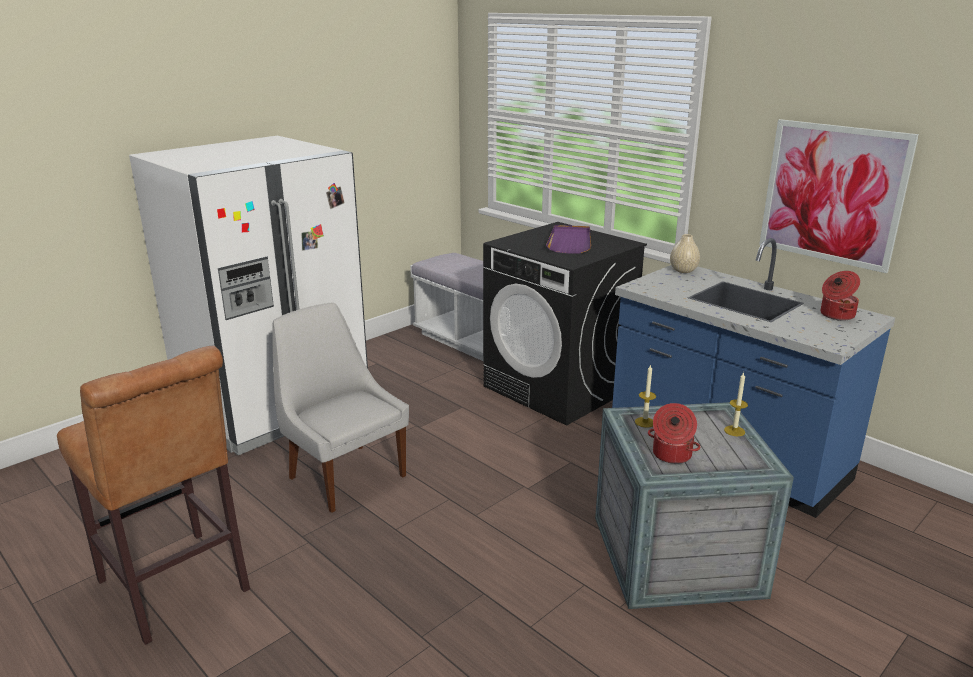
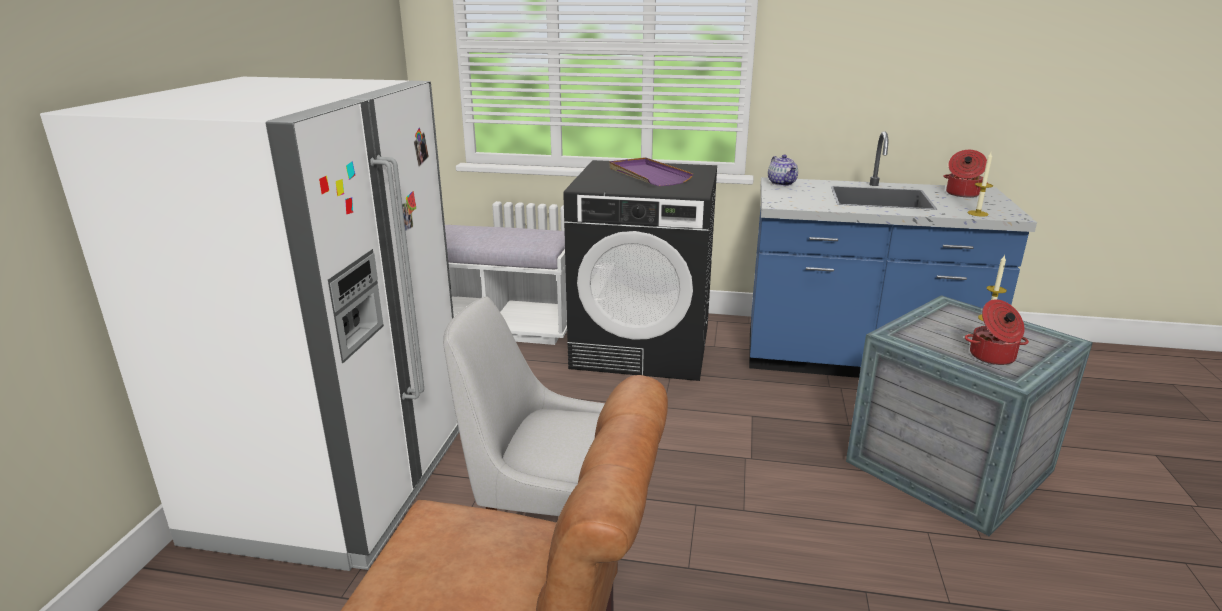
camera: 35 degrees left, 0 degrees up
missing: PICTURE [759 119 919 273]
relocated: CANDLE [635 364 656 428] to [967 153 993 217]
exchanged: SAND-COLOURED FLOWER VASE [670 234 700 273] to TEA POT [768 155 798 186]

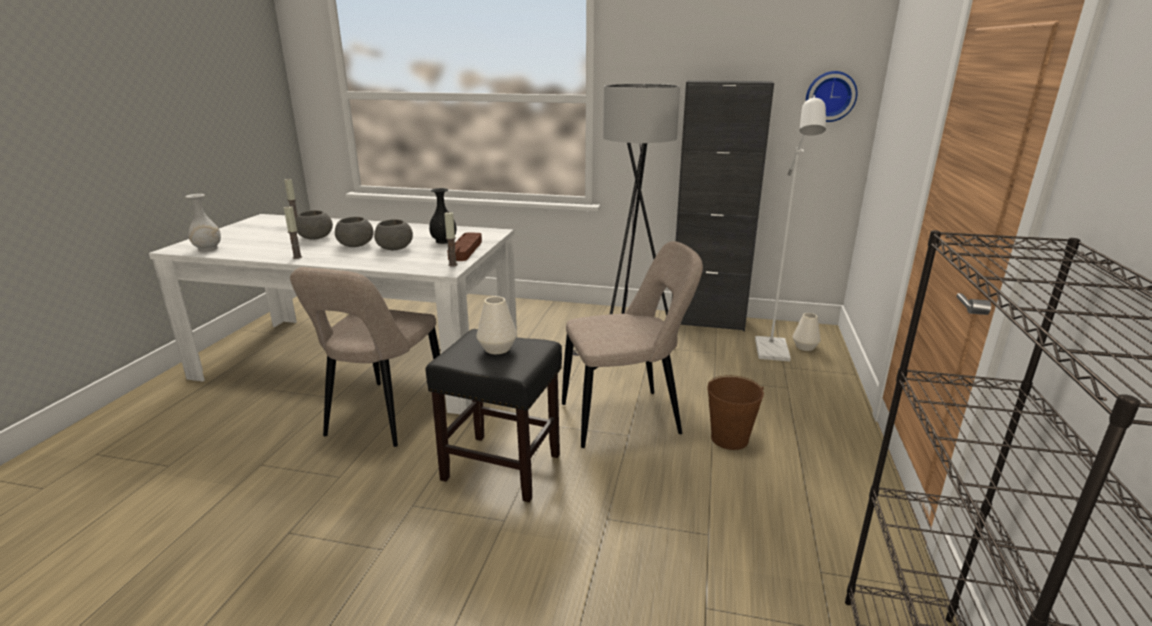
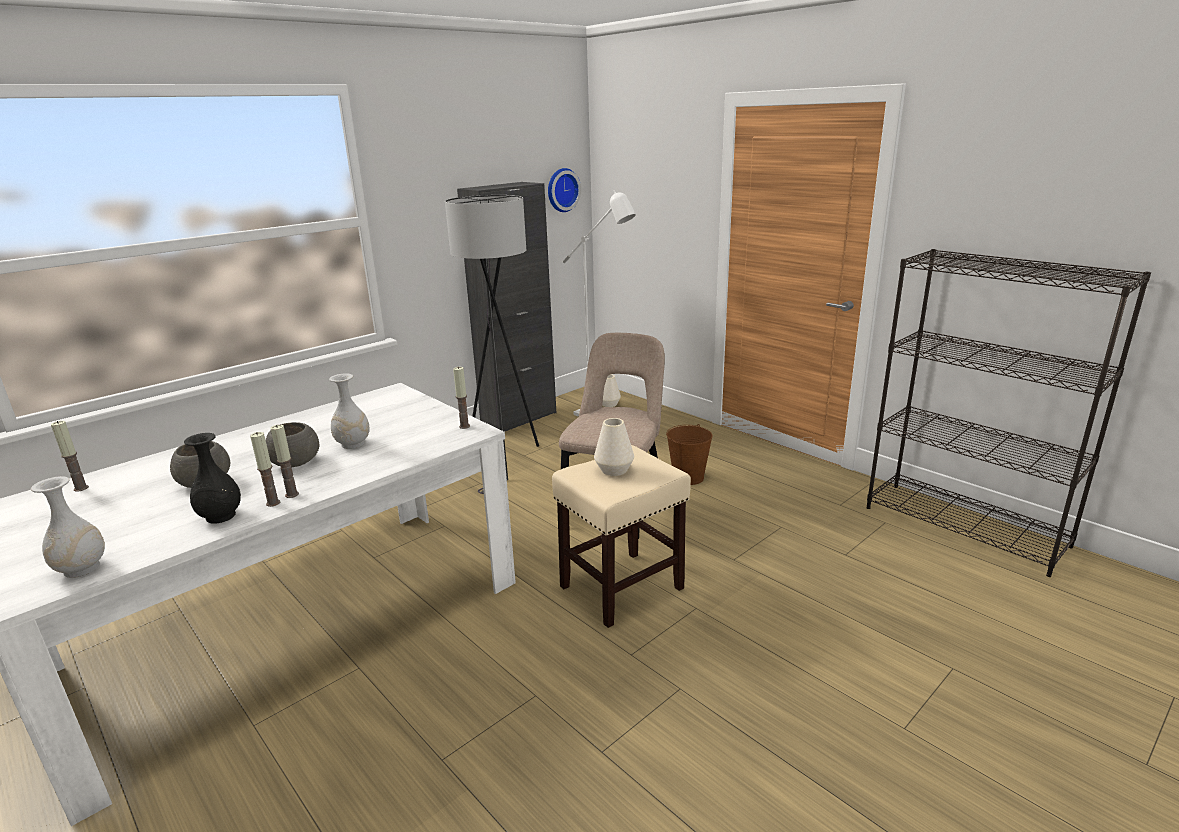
camera: 55 degrees left, 0 degrees up
missing: SAND-COLOURED CHAIR [290 267 440 447]; BROWN-COLOURED CARRYING TRAY [447 232 482 261]
appeared: CANDLE [270 425 299 498]
relocated: BLACK FLOWER VASE [429 188 456 244] to [184 433 241 524]
exchanged: GREY SERVING BOWL [374 219 413 250] to WHITE-COLOURED FLOWER VASE [329 374 370 449]
colour: BLACK SITTING STOOL [425 329 562 502] to SAND-COLOURED SITTING STOOL [552 445 691 628]

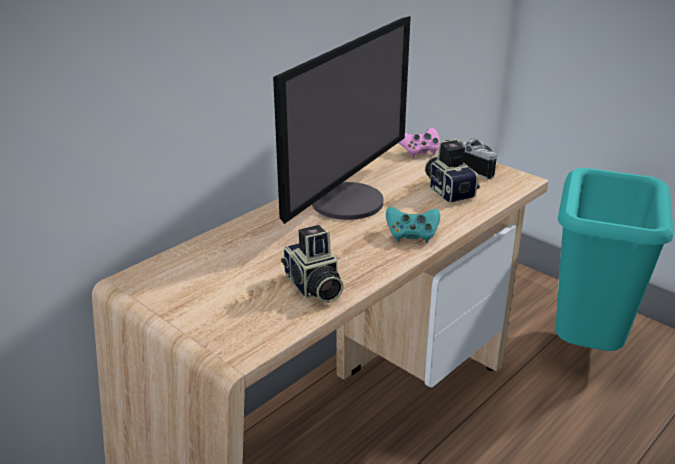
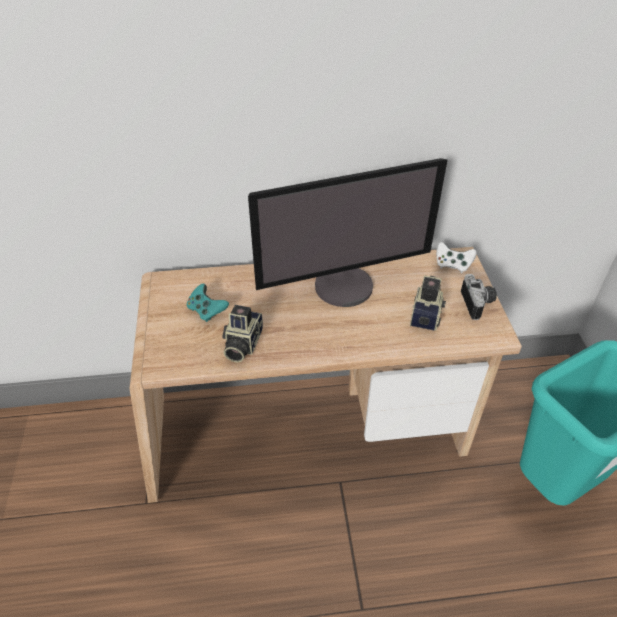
camera: 40 degrees right, 15 degrees up
relocated: TURQUOISE JOYPAD [386 207 440 243] to [187 283 229 322]
colour: PINKISH JOYPAD [399 128 440 158] to WHITE-COLOURED JOYPAD [436 242 477 273]

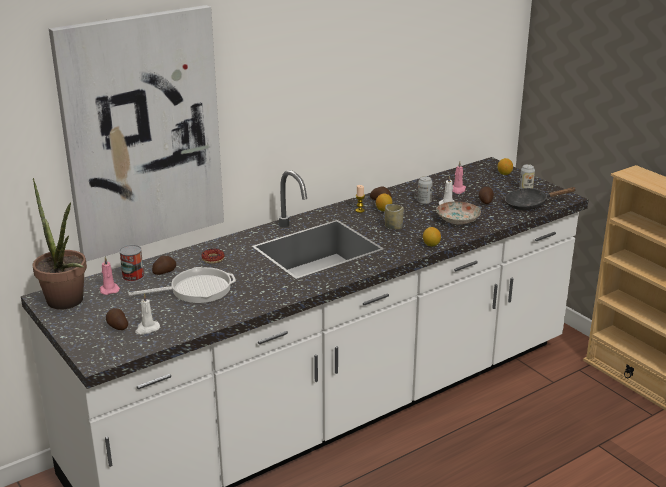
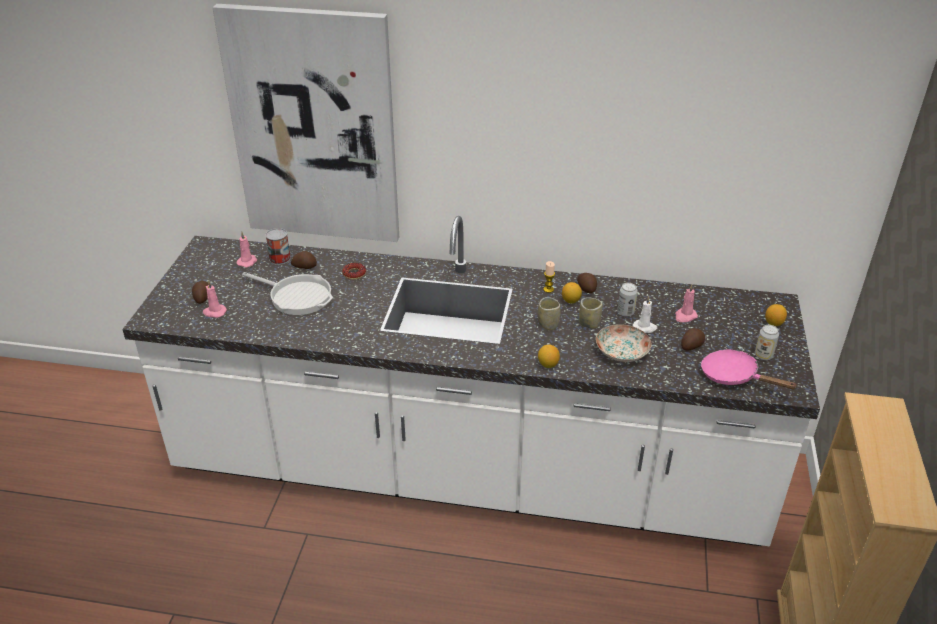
camera: 45 degrees right, 10 degrees up
missing: PLANT IN A POT [33 178 87 310]
appeared: DRINKING CUP [579 297 603 329]
colour: WHITE-COLOURED CANDLE [135 293 160 334] to PINKISH CANDLE [203 280 227 318]; BLACK FRYING PAN [505 187 575 210] to PINKISH FRYING PAN [701 350 798 389]

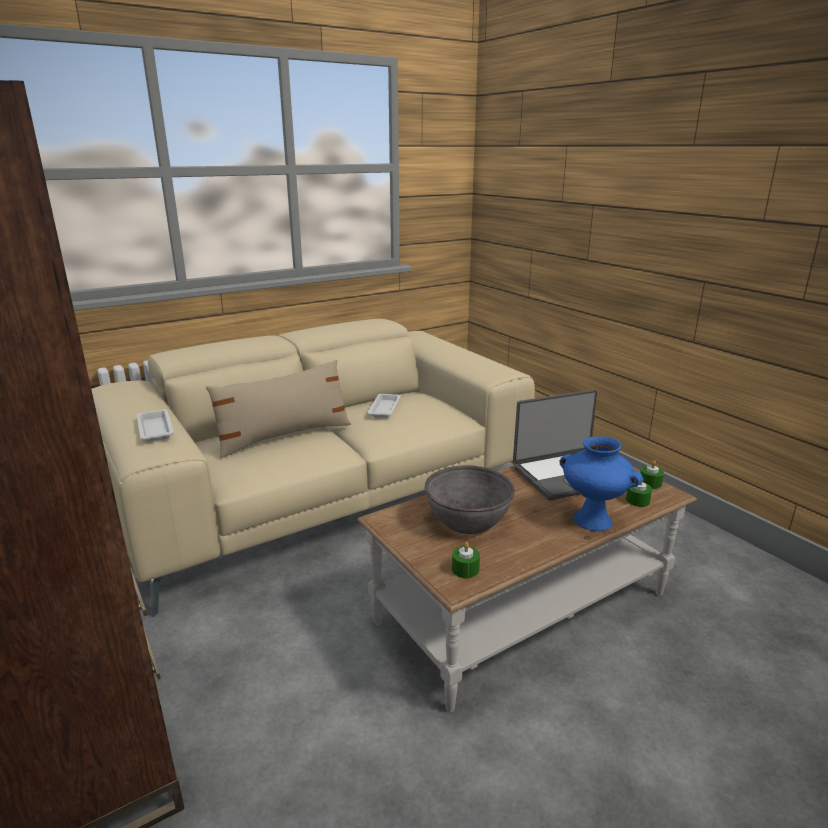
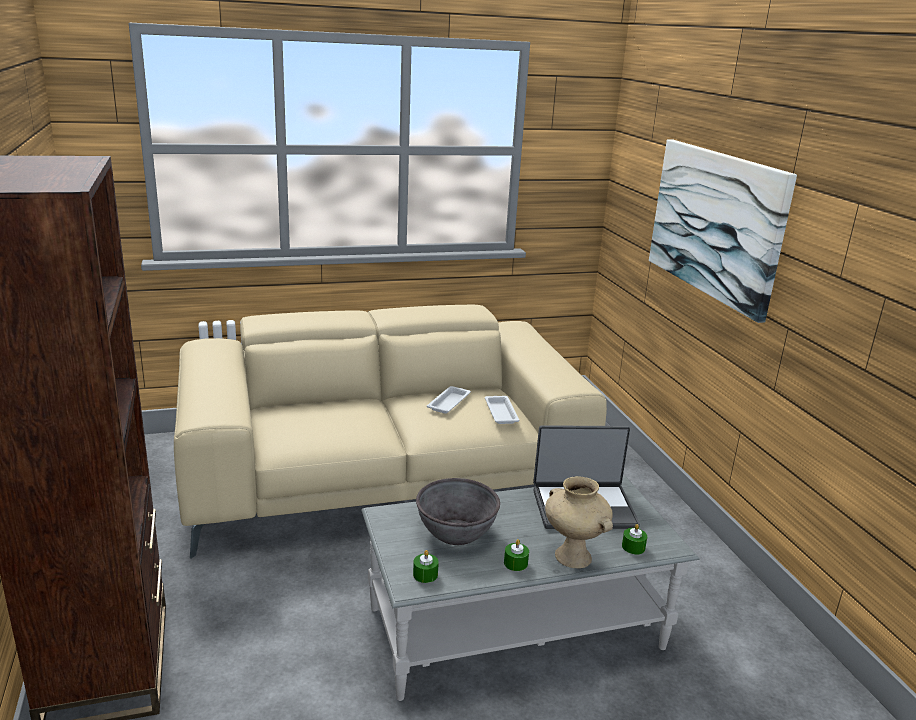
camera: 15 degrees right, 0 degrees up
missing: SAND-COLOURED THROW PILLOW [206 359 351 458]
appeared: PICTURE [649 140 797 323]
relocated: WHITE-COLOURED CARRYING TRAY [136 409 174 442] to [485 396 519 424]; GREEN-COLOURED CANDLE [640 460 664 489] to [504 539 529 571]
colour: BROWN-COLOURED LOW TABLE [357 465 697 713] to GREY LOW TABLE [361 476 699 701]; BLUISH FLOWER VASE [560 436 643 531] to SAND-COLOURED FLOWER VASE [545 476 613 568]

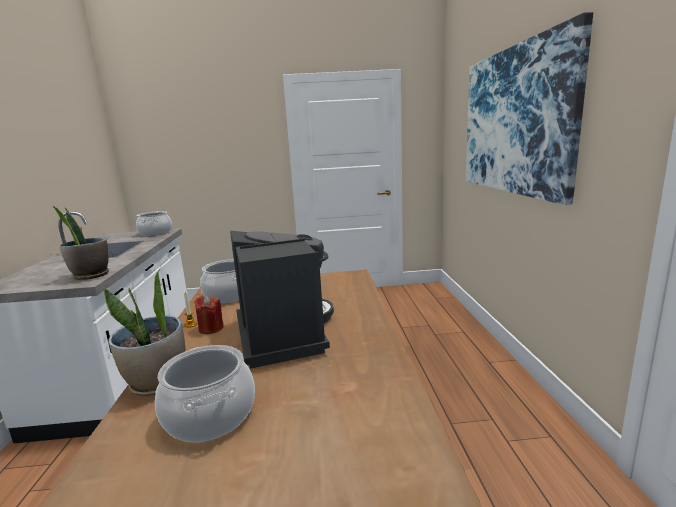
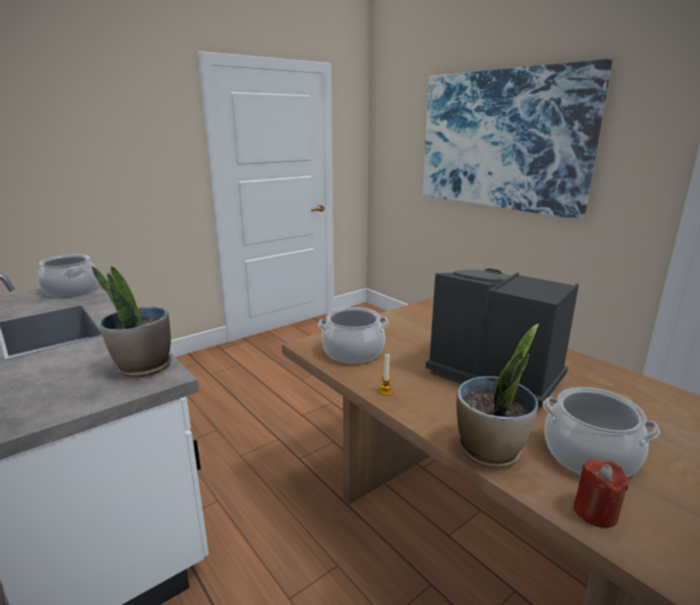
camera: 35 degrees left, 5 degrees up
relocated: REDDISH CANDLE [194 296 224 334] to [573 459 629 528]

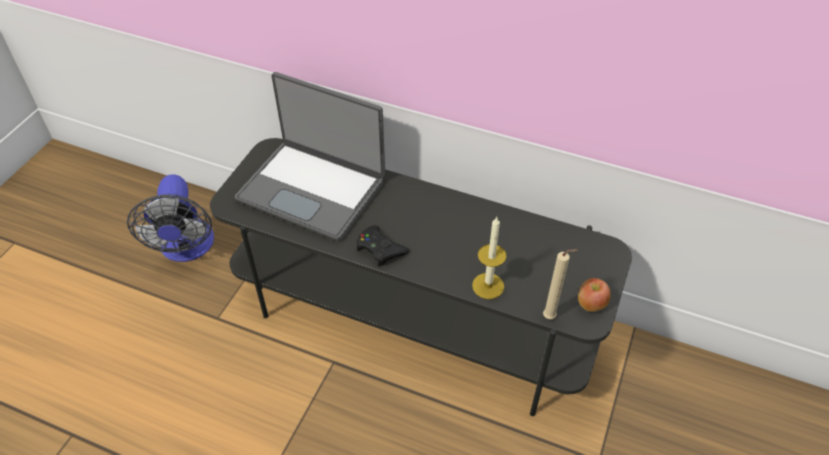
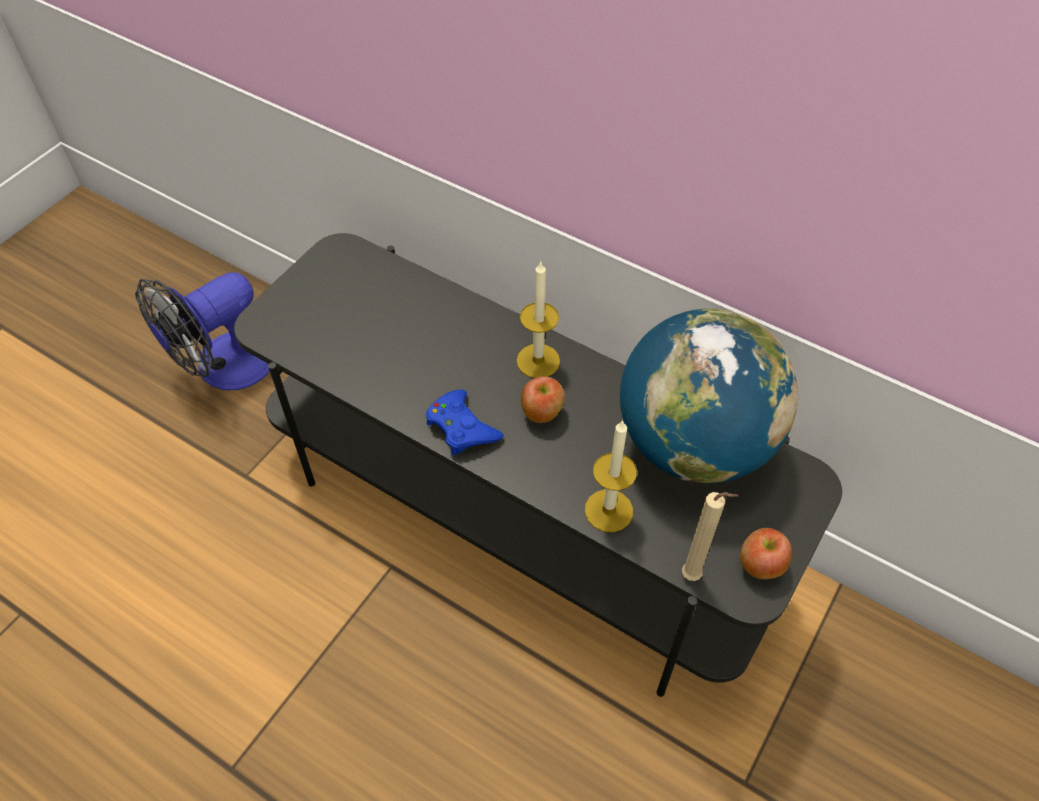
camera: 10 degrees right, 5 degrees up
missing: LAPTOP [235 72 385 241]
appeared: CANDLE [516 262 560 378]; APPLE [521 376 565 423]; WORLD GLOBE [620 309 798 483]
colour: BLACK JOYPAD [356 225 410 267] to BLUISH JOYPAD [426 390 504 455]
spun: FAN [127 174 214 262] = [135 272 270 390] 45 degrees clockwise

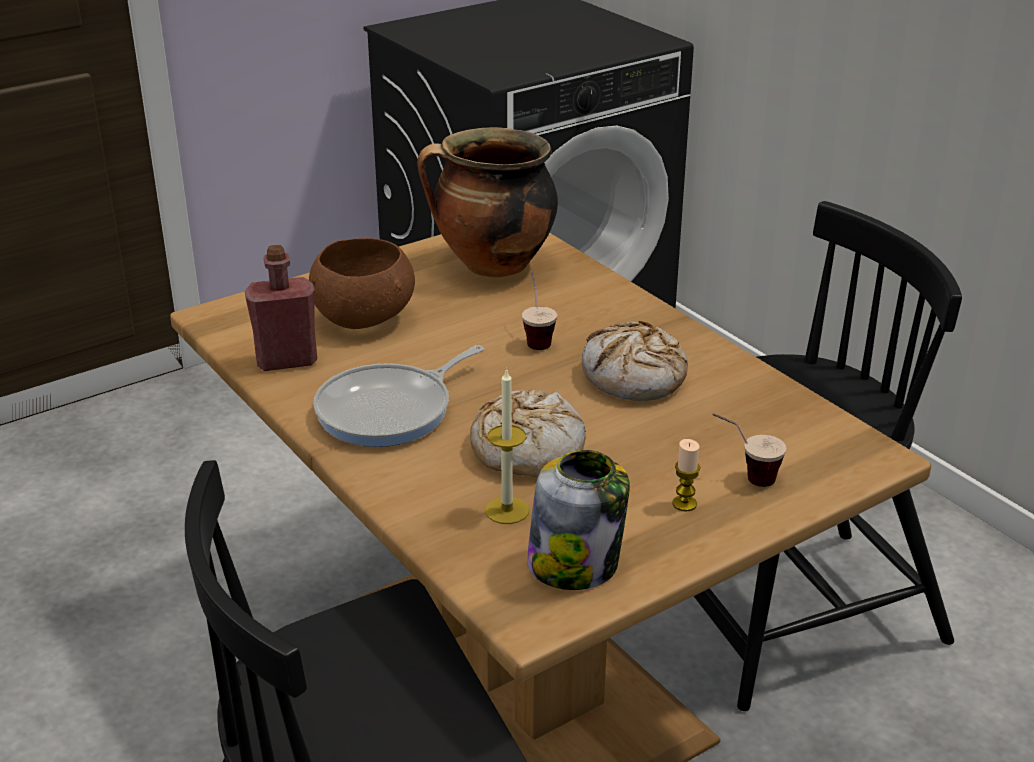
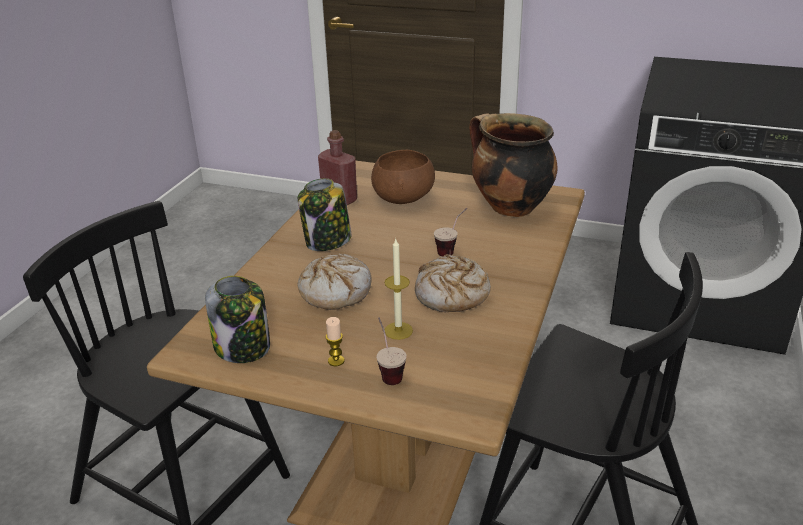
camera: 55 degrees right, 0 degrees up
relocated: CANDLE [485 368 529 524] to [384 239 413 340]
exchanged: FRYING PAN [313 345 484 447] to STORAGE JAR [298 178 352 251]

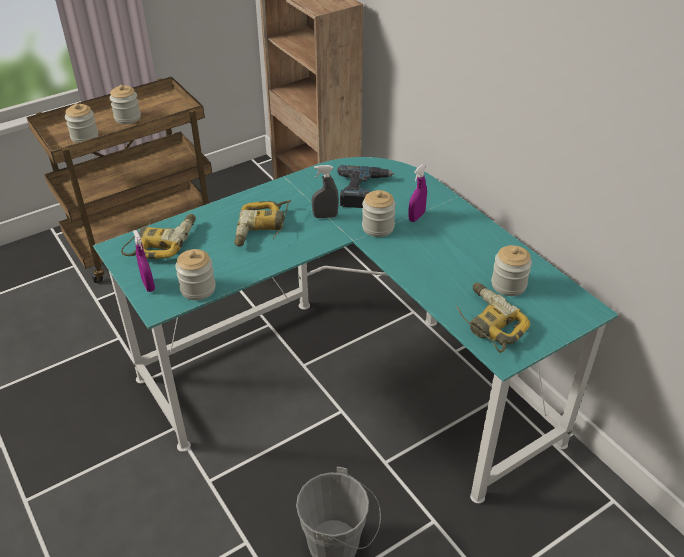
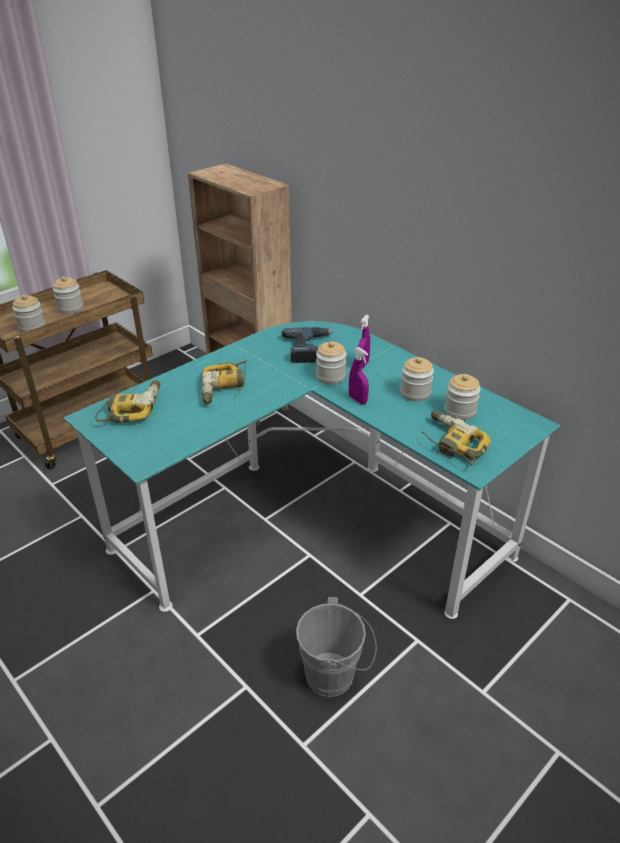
camera: 10 degrees left, 5 degrees down
missing: GREY SPRAYER [312 165 339 218]
relocated: PURPLE SPRAYER [133 230 155 292] to [349 347 369 404]; STORAGE JAR [175 249 216 300] to [400 357 434 402]

